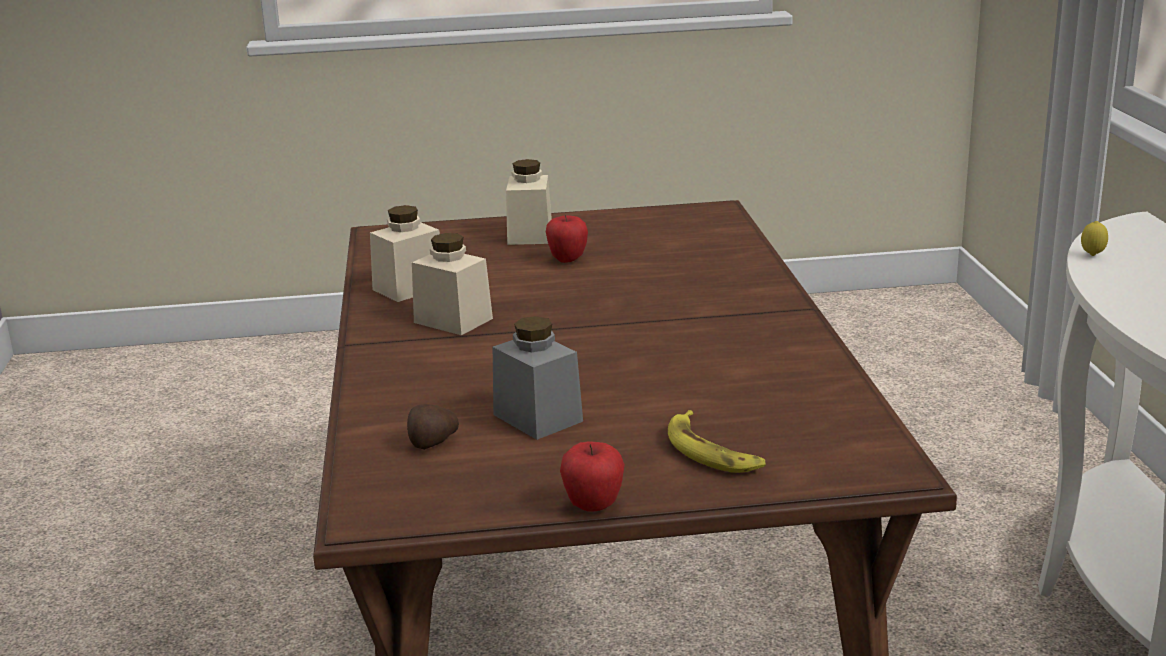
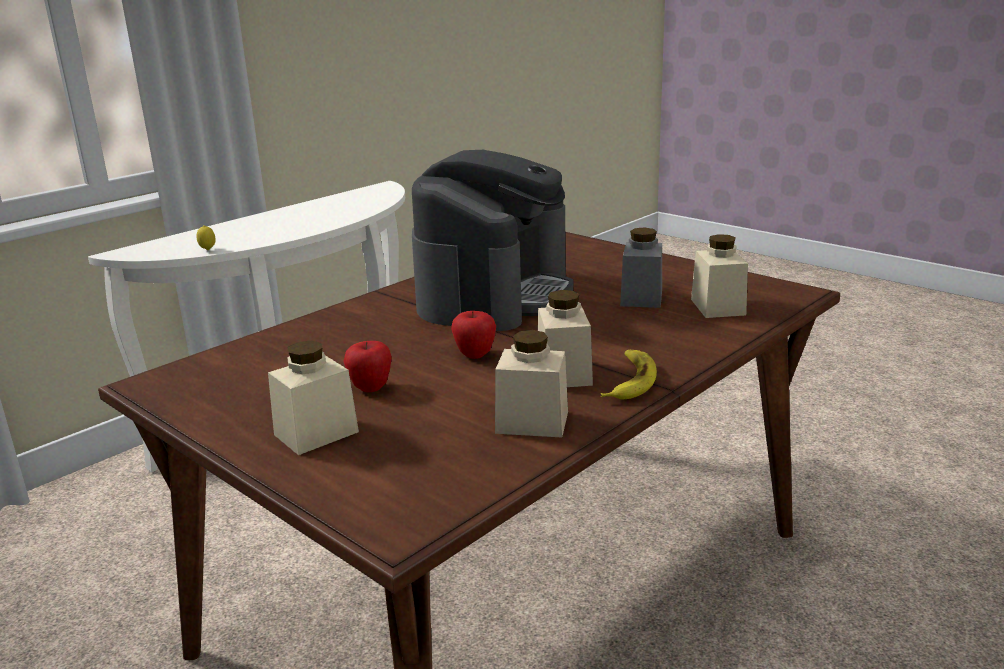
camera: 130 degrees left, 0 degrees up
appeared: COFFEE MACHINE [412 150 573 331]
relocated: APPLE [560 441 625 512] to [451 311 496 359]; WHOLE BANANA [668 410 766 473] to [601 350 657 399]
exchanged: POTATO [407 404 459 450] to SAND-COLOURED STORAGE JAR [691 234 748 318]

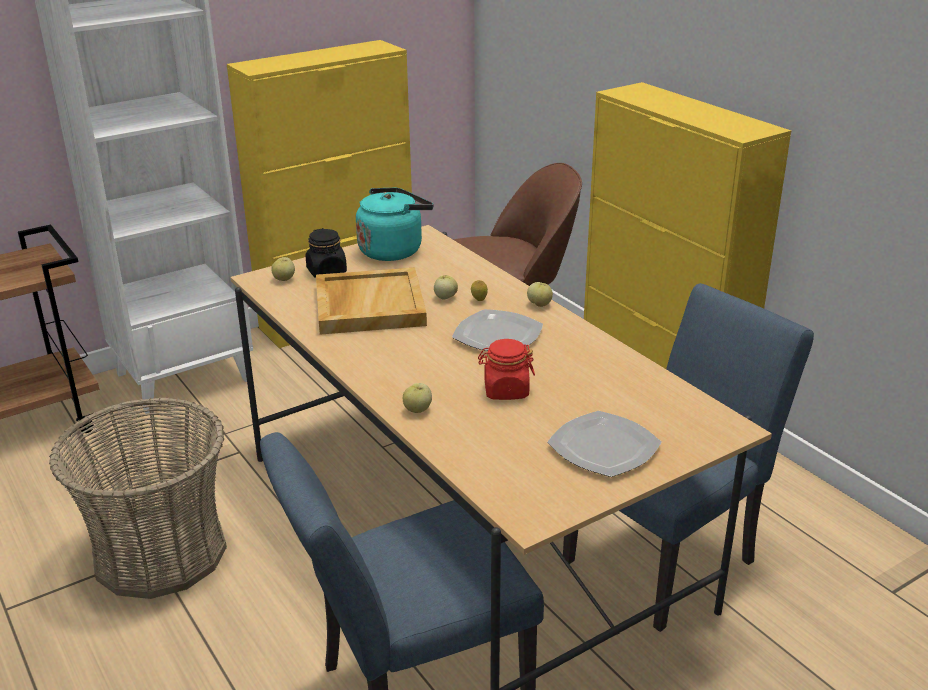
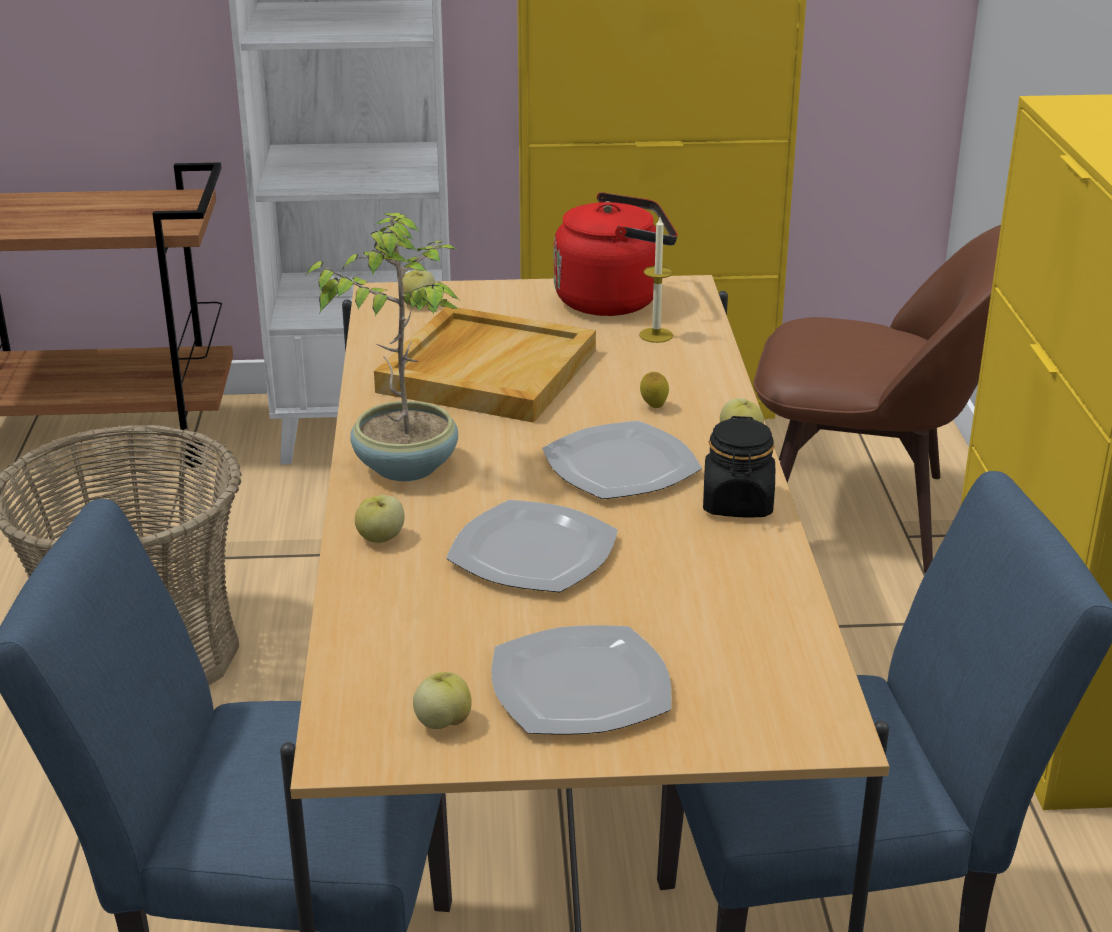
camera: 30 degrees right, 0 degrees up
appeared: PLANT IN A POT [306 213 459 481]; CANDLE [639 217 673 343]
relocated: BLACK STORAGE JAR [306 228 347 278] to [703 416 775 518]; APPLE [434 275 458 299] to [413 672 472 729]
exchanged: REDDISH STORAGE JAR [478 339 535 400] to FLAT DISH [446 500 618 592]
colour: TURQUOISE WATER KETTLE [356 188 434 261] to REDDISH WATER KETTLE [554 192 677 316]

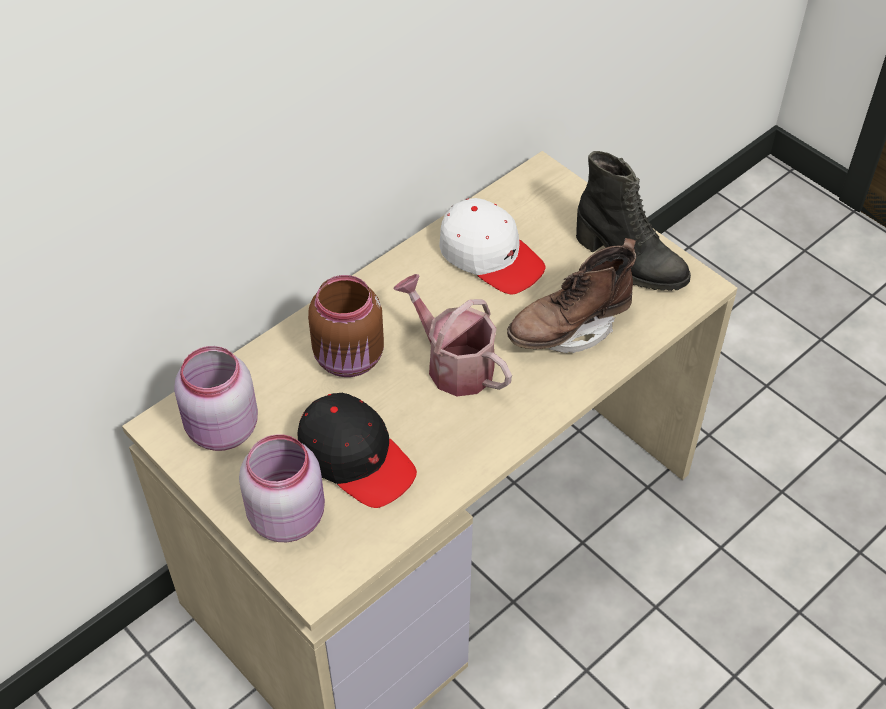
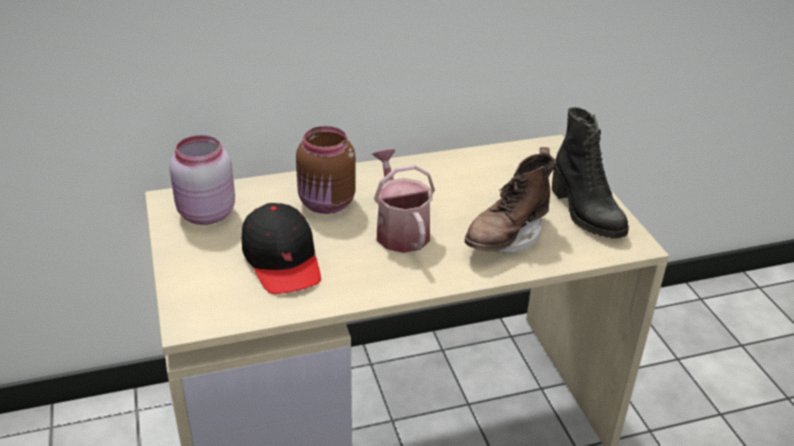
camera: 25 degrees right, 15 degrees down
missing: PINKISH STORAGE JAR [239 434 325 542]; WHITE-COLOURED PEAKED CAP [439 198 546 295]
spun: BROWN-COLOURED HIGH-TOP BOOT [507 238 636 353] = [465 147 556 253] 45 degrees counterclockwise

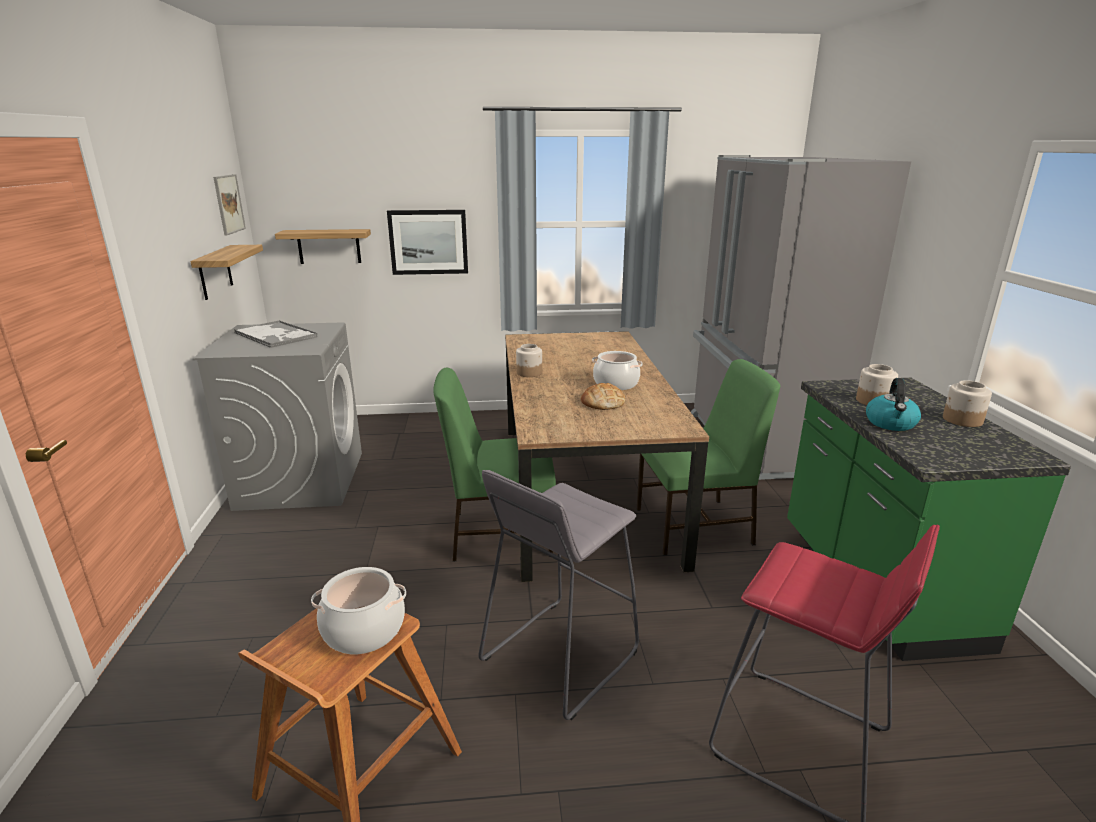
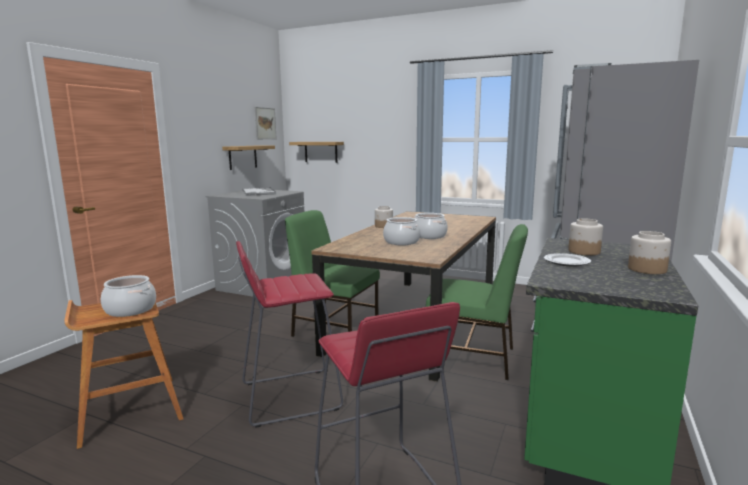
camera: 30 degrees right, 10 degrees down
missing: PICTURE [387 210 468 275]
exchanged: BAKED BREAD [581 383 625 410] to COOKING POT [383 217 420 245]; WATER KETTLE [866 378 921 431] to FLAT DISH [544 253 591 267]
colour: GREY SITTING STOOL [478 470 639 720] to REDDISH SITTING STOOL [236 241 343 428]

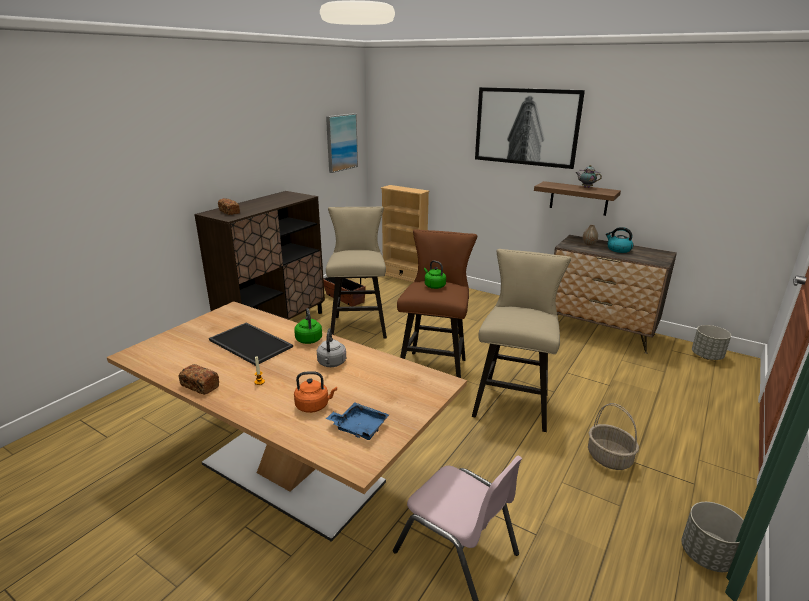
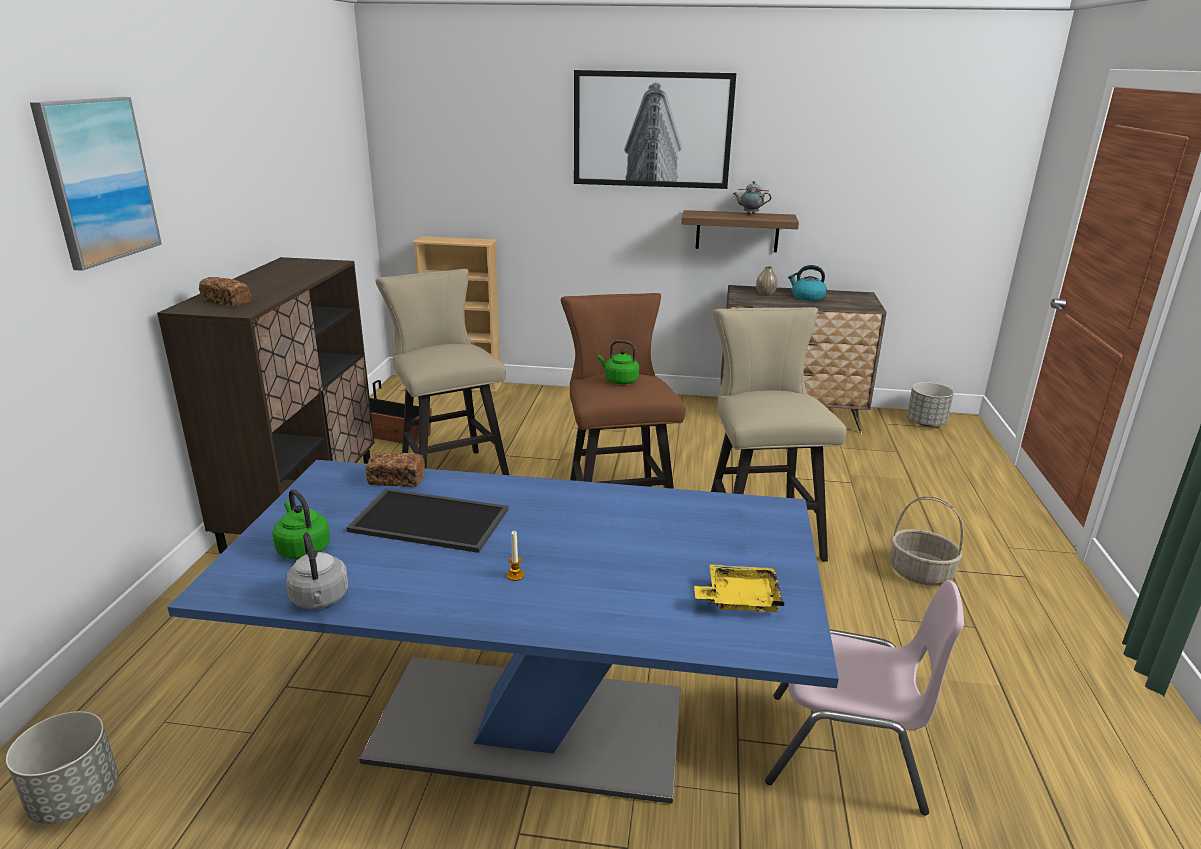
camera: 25 degrees left, 0 degrees up
missing: ORANGE-COLOURED WATER KETTLE [294 371 337 413]
relocated: BAKED BREAD [178 364 219 395] to [365 453 425 487]; GREEN-COLOURED WATER KETTLE [294 308 322 344] to [272 489 330 559]; GREY WATER KETTLE [317 328 346 367] to [286 532 348 609]; PICTURE [326 113 358 173] to [30 97 162 271]; GREY PLANT POT [681 502 744 572] to [6 711 118 824]
colour: SAND-COLOURED KITCHEN TABLE [107 301 467 542] to BLUISH KITCHEN TABLE [167 460 839 804]; BLUISH CARRYING TRAY [326 402 389 440] to YELLOW-COLOURED CARRYING TRAY [694 564 784 612]

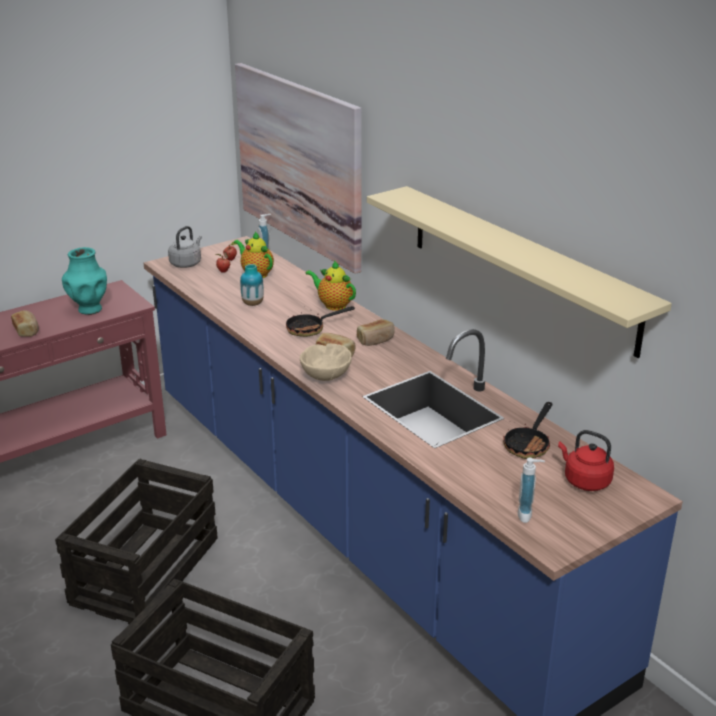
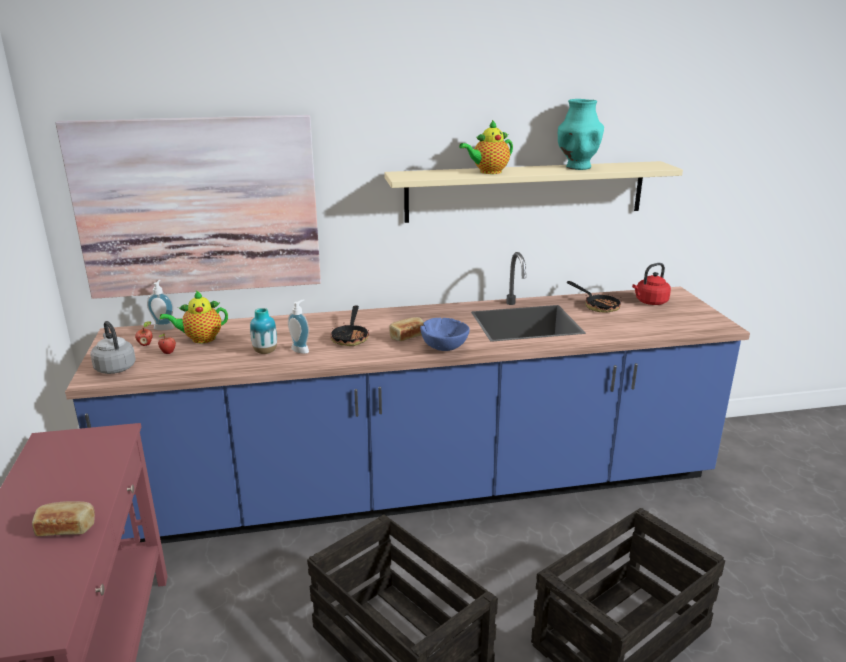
camera: 65 degrees left, 5 degrees down
missing: BAKED BREAD [357 319 395 346]
relocated: TURQUOISE FLOWER VASE [62 247 107 315] to [558 99 604 170]; TEA POT [305 260 356 311] to [459 120 513 174]; LIQUID SOAP BOTTLE [518 458 545 523] to [288 299 309 354]
colour: SAND-COLOURED SERVING BOWL [300 344 352 381] to BLUISH SERVING BOWL [420 318 470 351]

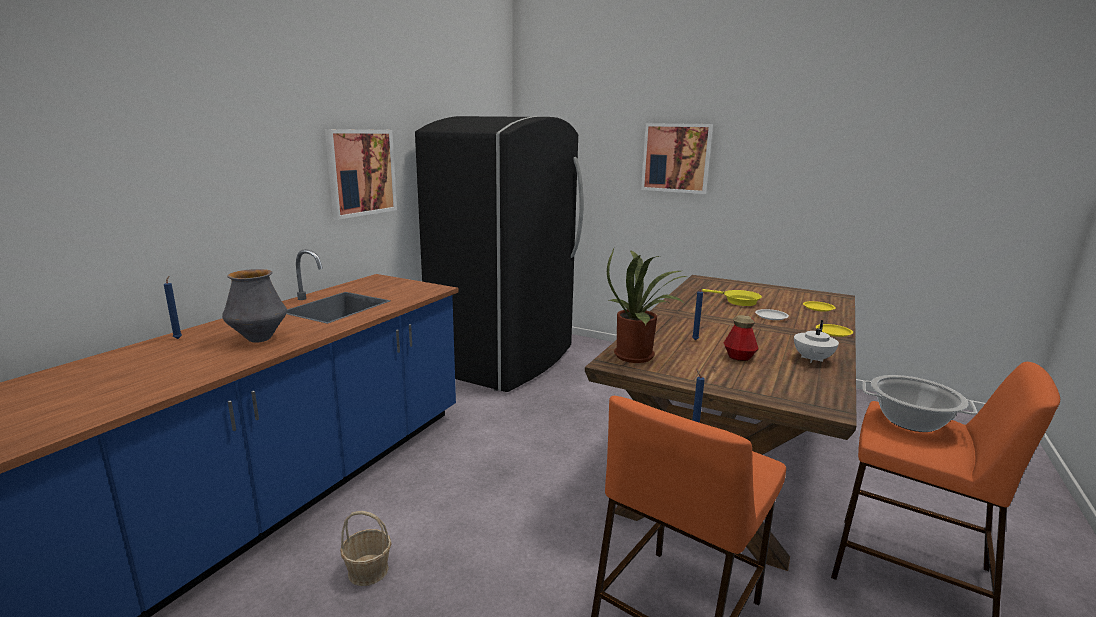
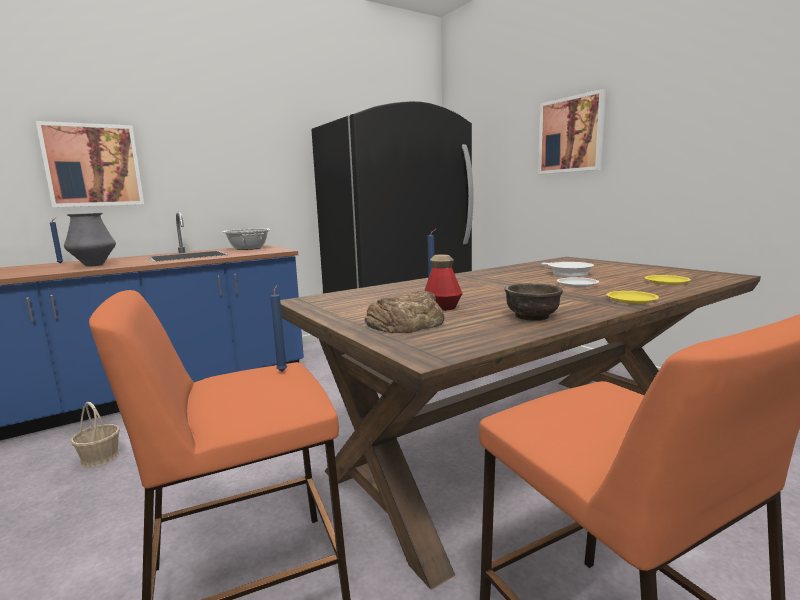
camera: 30 degrees right, 5 degrees down
missing: PLANT IN A POT [607 249 690 363]
appeared: BAKED BREAD [364 291 445 333]
relocated: PICTURE [325 129 397 220] to [36 121 144 207]; COOKING POT [862 375 977 432] to [222 228 271 250]
exchanged: WHITE-COLOURED TEA POT [794 320 839 363] to BROWN-COLOURED SERVING BOWL [505 283 563 321]
colour: YELLOW-COLOURED FRYING PAN [702 289 762 306] to WHITE-COLOURED FRYING PAN [541 262 594 277]

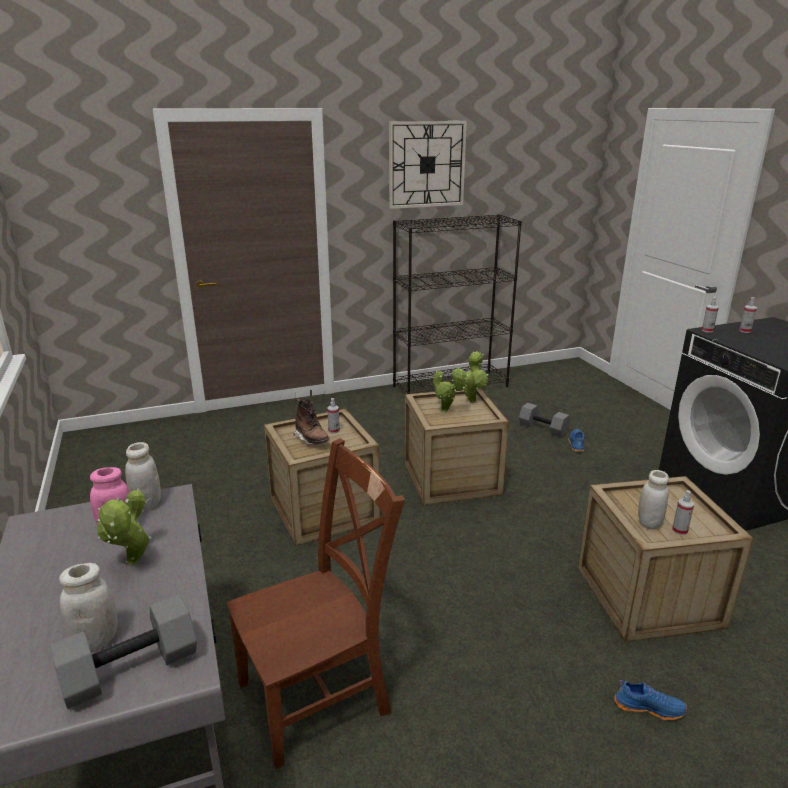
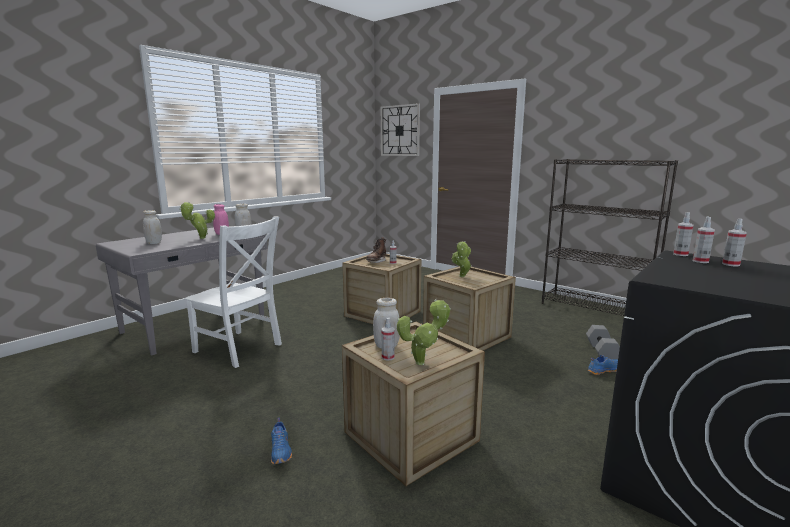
camera: 60 degrees right, 10 degrees down
missing: GREY FREE WEIGHT [50 594 197 709]
appeared: SPRAYER [693 217 715 263]
relocated: WALL CLOCK [389 121 467 209] to [381 103 420 156]; PLANT IN A POT [464 351 488 403] to [397 299 451 365]
colour: BROWN-COLOURED CHAIR [226 438 405 769] to WHITE-COLOURED CHAIR [184 217 282 368]

